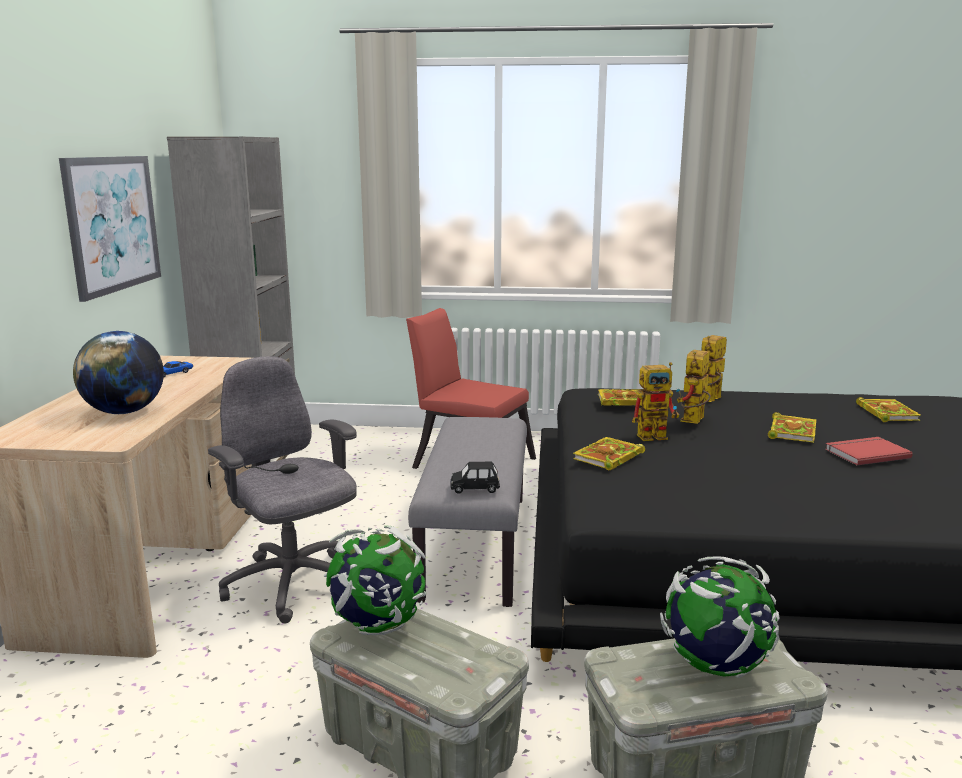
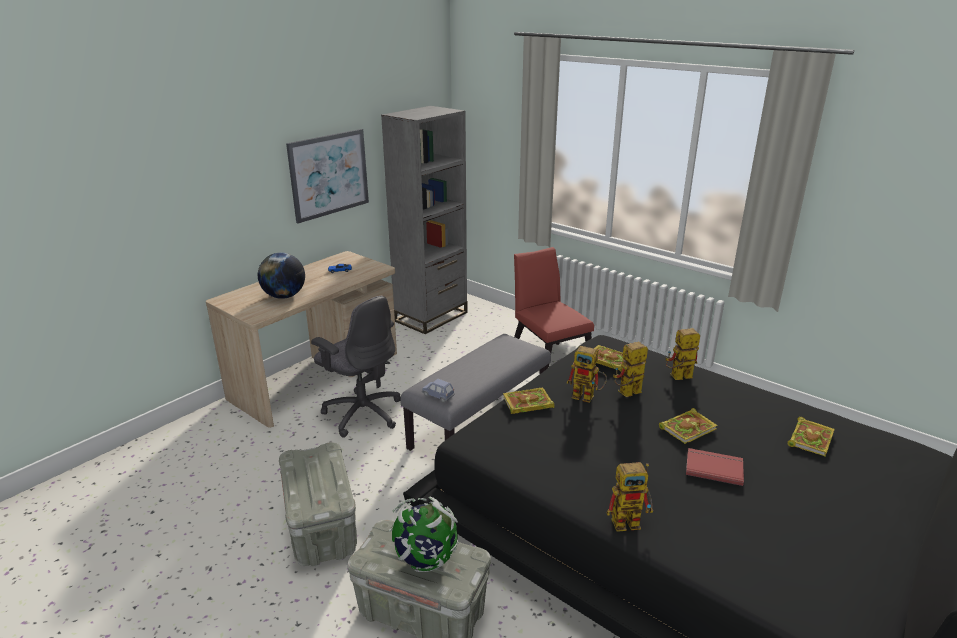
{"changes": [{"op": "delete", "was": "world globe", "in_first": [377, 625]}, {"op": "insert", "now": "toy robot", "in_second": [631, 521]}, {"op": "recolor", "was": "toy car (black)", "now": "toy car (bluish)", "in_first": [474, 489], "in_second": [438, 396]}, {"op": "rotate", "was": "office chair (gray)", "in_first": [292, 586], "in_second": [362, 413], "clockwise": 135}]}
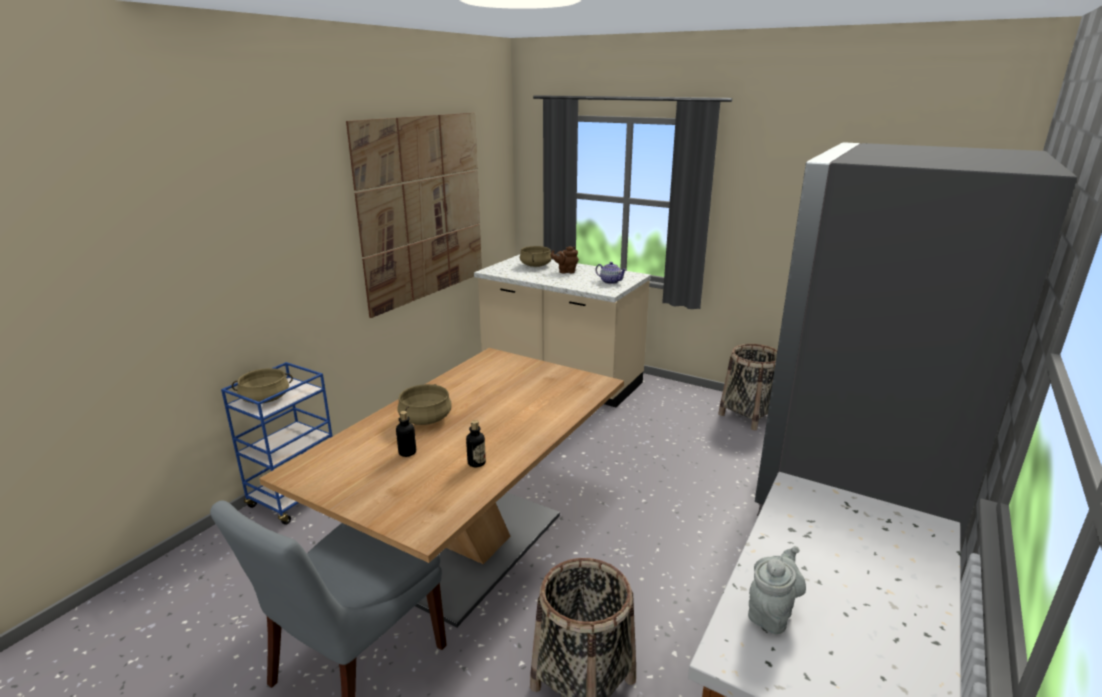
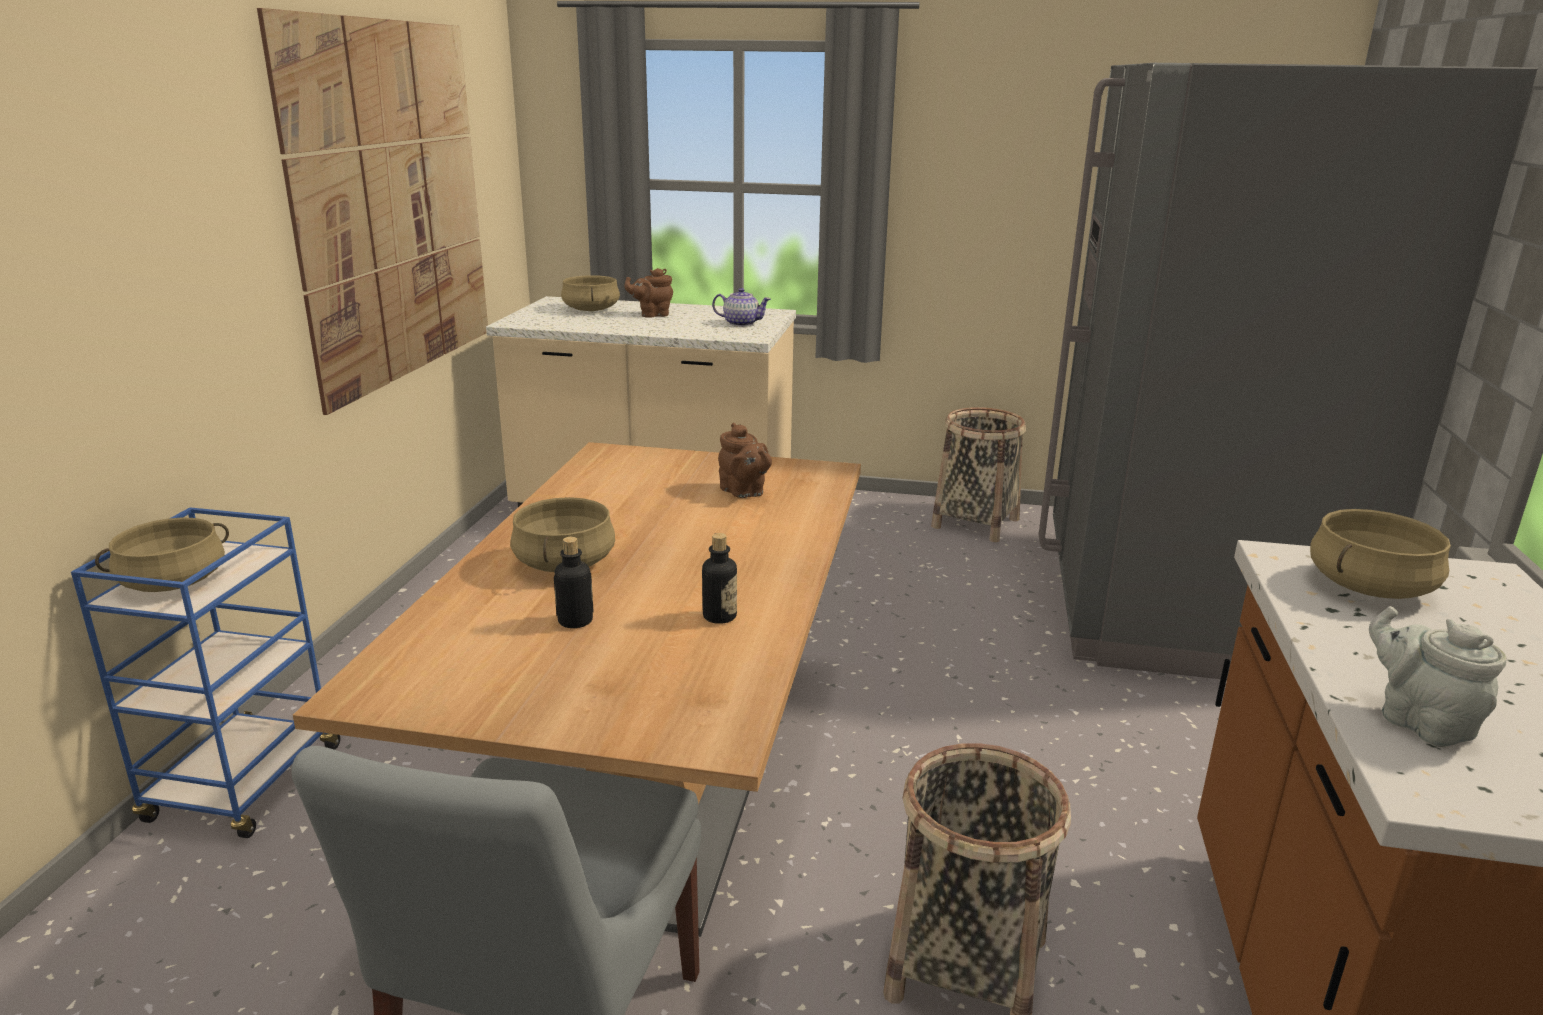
{"changes": [{"op": "insert", "now": "pot for tea (brown-coloured)", "in_second": [744, 492]}, {"op": "insert", "now": "cooking pot (beige)", "in_second": [1368, 586]}, {"op": "rotate", "was": "pot for tea (gray)", "in_first": [771, 613], "in_second": [1419, 722], "clockwise": -45}]}
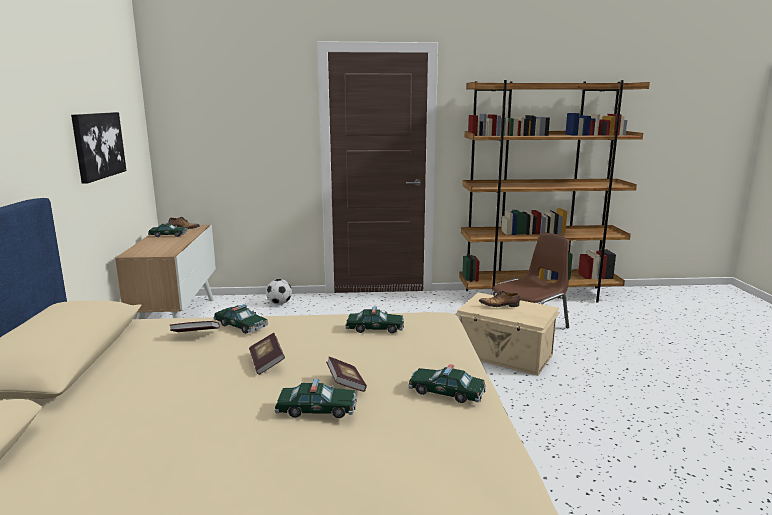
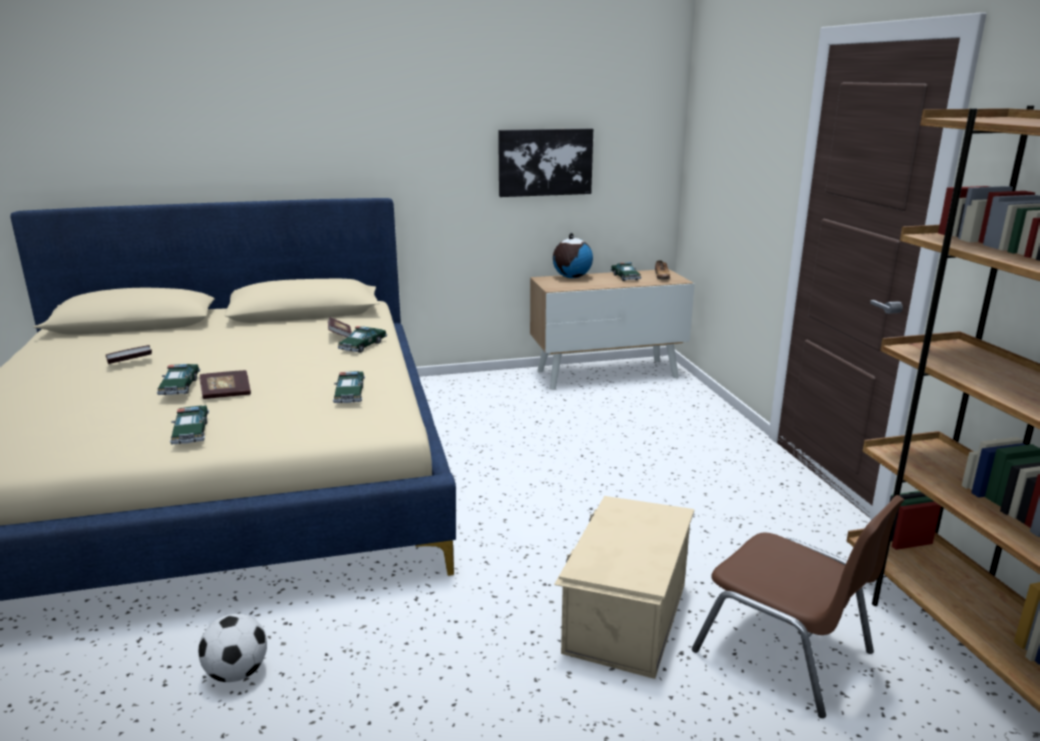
{"changes": [{"op": "delete", "was": "low shoe", "in_first": [500, 305]}, {"op": "insert", "now": "world globe", "in_second": [571, 277]}, {"op": "move", "was": "book", "in_first": [267, 362], "in_second": [130, 363]}, {"op": "move", "was": "football ball", "in_first": [279, 303], "in_second": [237, 672]}, {"op": "rotate", "was": "toy car", "in_first": [446, 392], "in_second": [191, 432], "clockwise": 150}]}
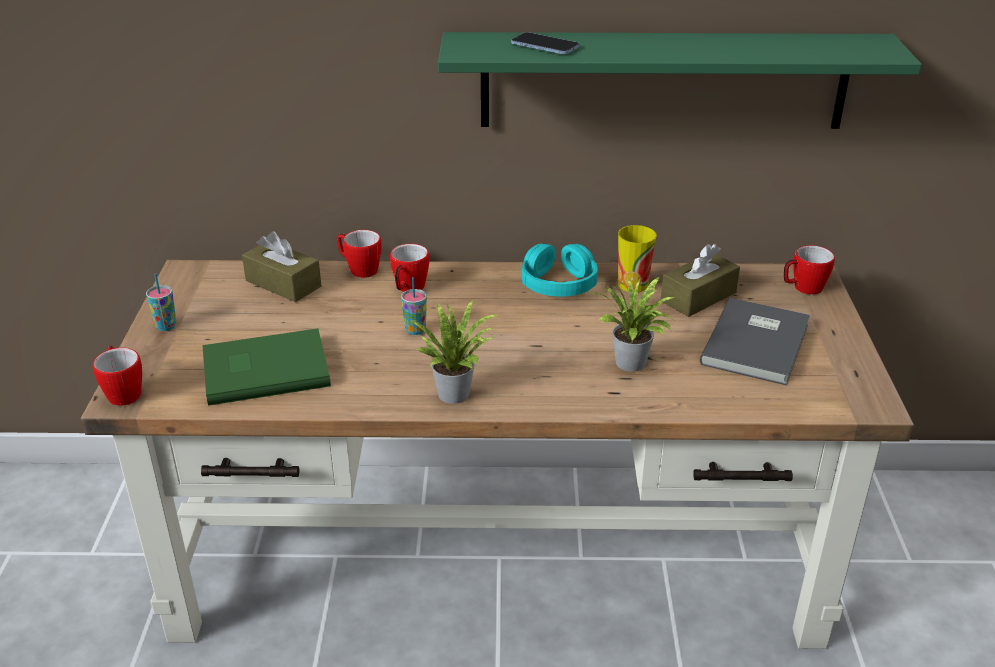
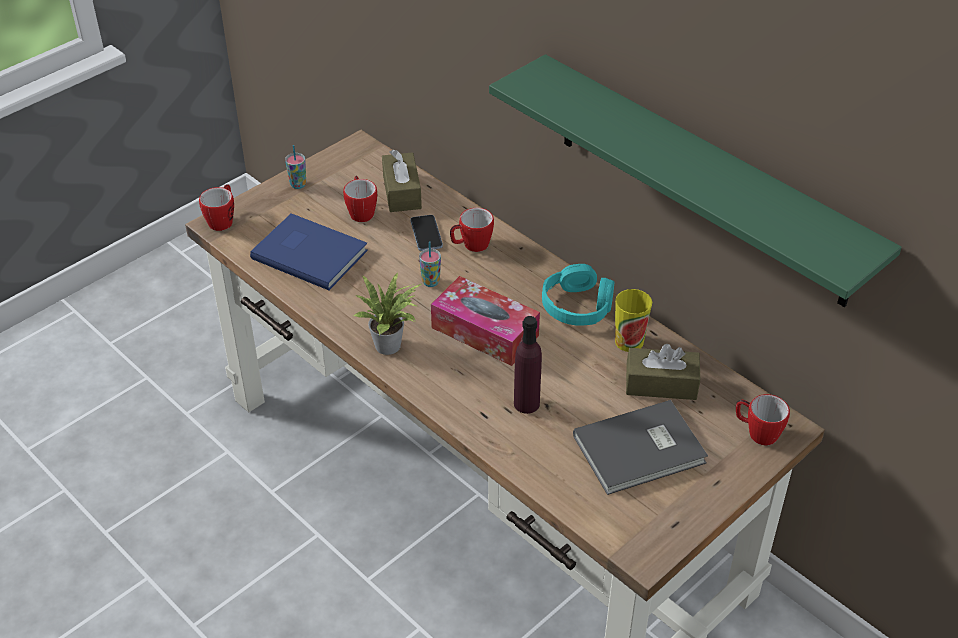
{"changes": [{"op": "insert", "now": "tissue box", "in_second": [485, 332]}, {"op": "move", "was": "mug", "in_first": [359, 269], "in_second": [361, 211]}, {"op": "move", "was": "phone", "in_first": [545, 46], "in_second": [426, 234]}, {"op": "replace", "was": "potted plant", "now": "beverage bottle (purple)", "in_first": [632, 365], "in_second": [526, 403]}, {"op": "recolor", "was": "book (green-coloured)", "now": "book (bluish)", "in_first": [263, 369], "in_second": [310, 252]}]}
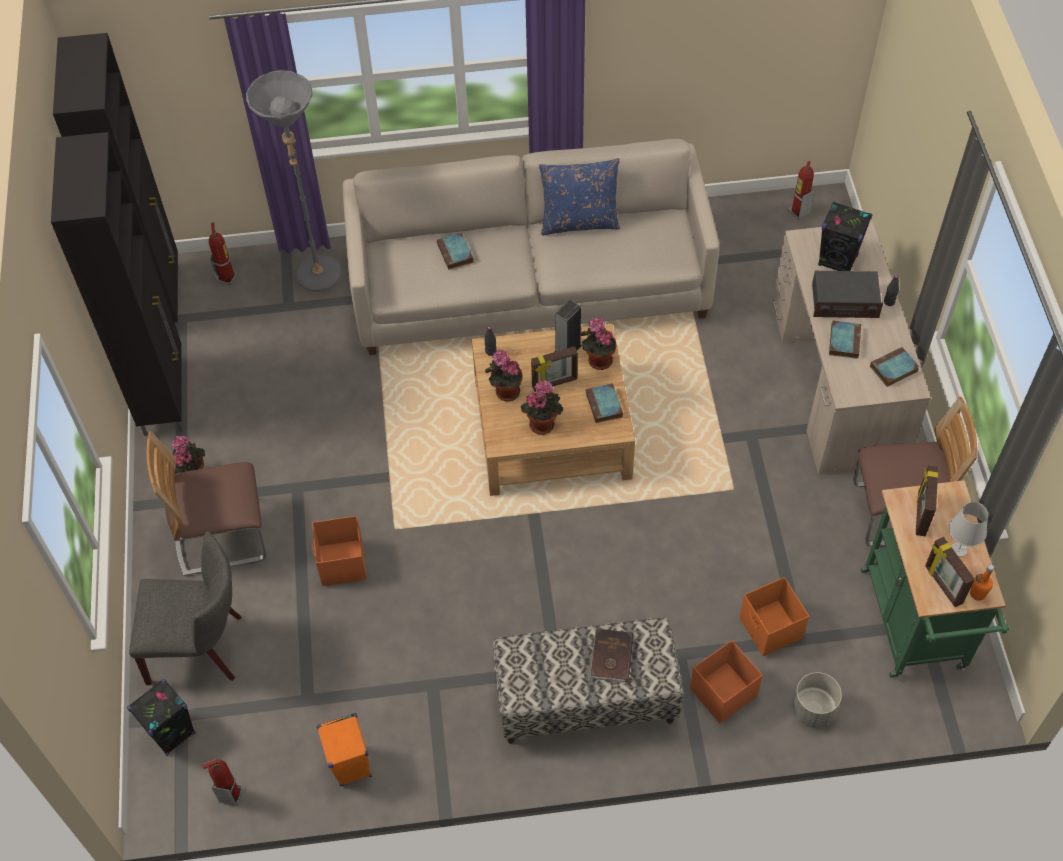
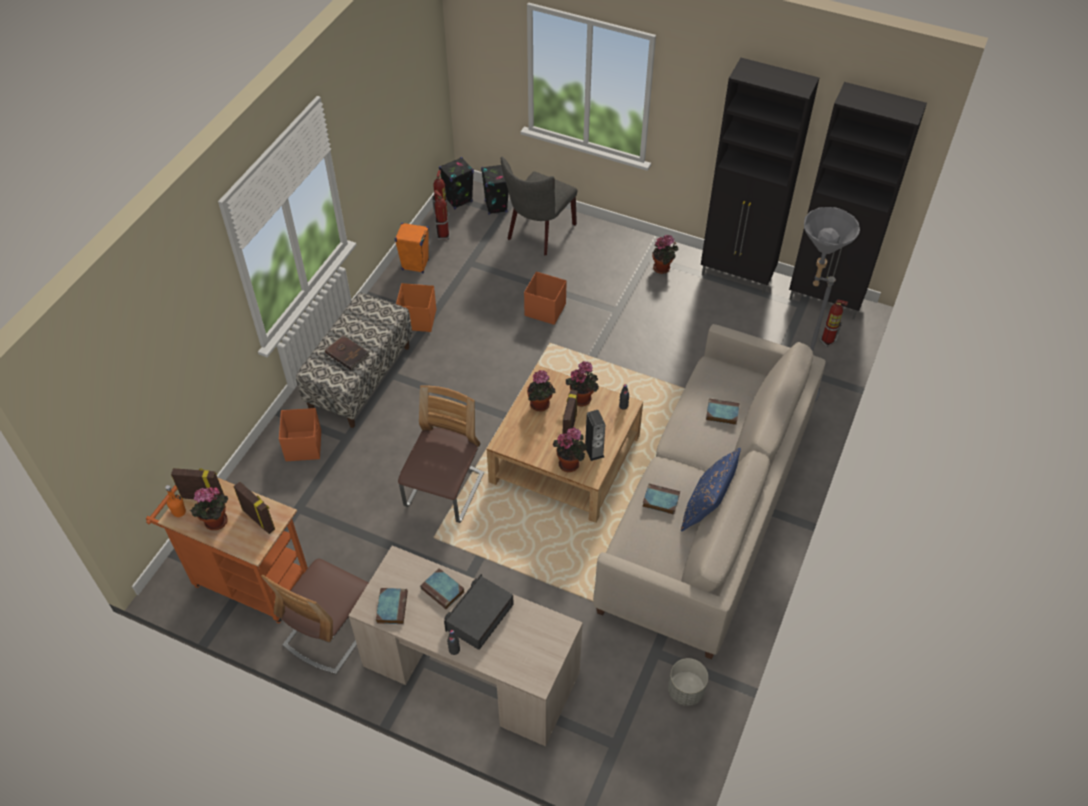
{"changes": [{"op": "move", "was": "upright chair", "in_first": [222, 536], "in_second": [444, 491]}, {"op": "move", "was": "book", "in_first": [604, 406], "in_second": [660, 500]}, {"op": "move", "was": "storage bin (orange)", "in_first": [770, 629], "in_second": [417, 319]}, {"op": "move", "was": "fire-fighting cylinder", "in_first": [798, 212], "in_second": [443, 235]}, {"op": "move", "was": "flower pot (gray)", "in_first": [813, 709], "in_second": [686, 691]}, {"op": "move", "was": "speaker (black)", "in_first": [838, 261], "in_second": [458, 200]}, {"op": "replace", "was": "table lamp (white-coloured)", "now": "potted plant", "in_first": [959, 550], "in_second": [215, 523]}, {"op": "recolor", "was": "wheeled cart (green-coloured)", "now": "wheeled cart (orange)", "in_first": [915, 627], "in_second": [246, 579]}]}
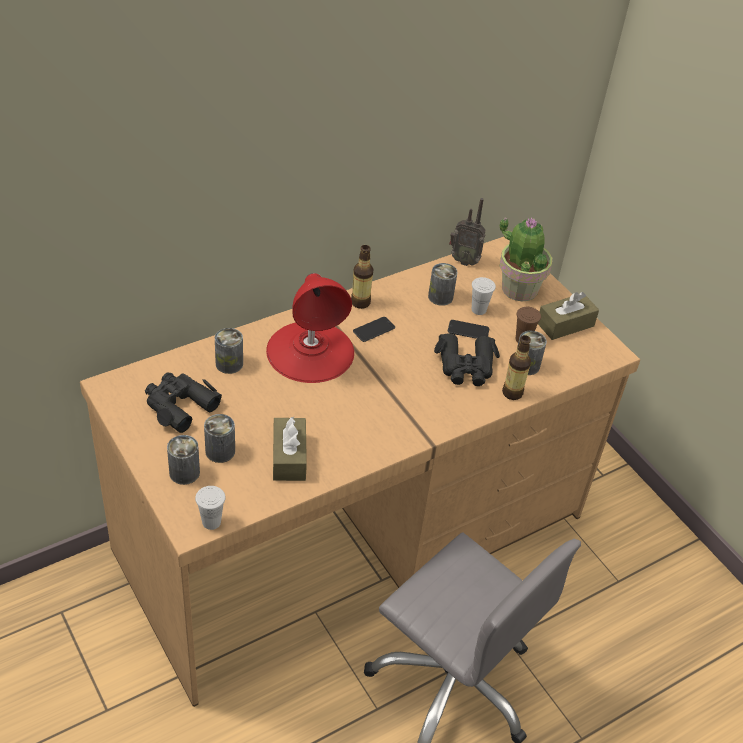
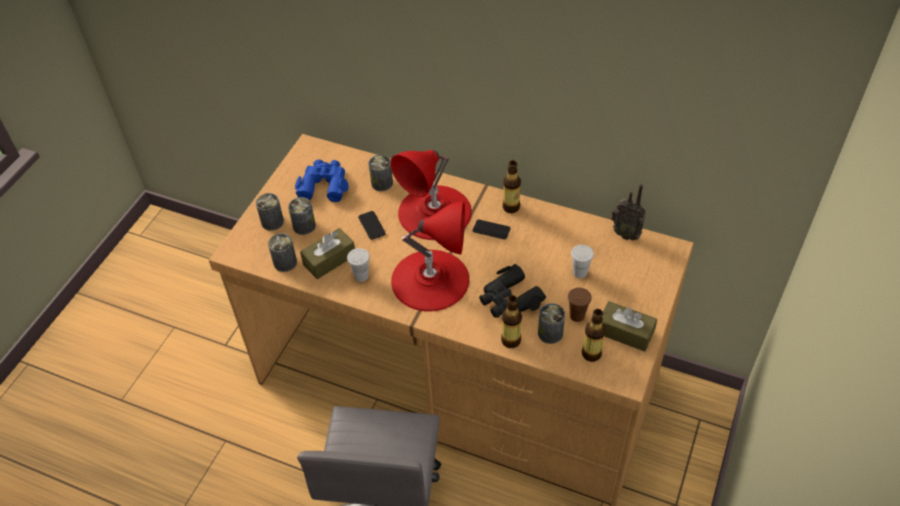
{"changes": [{"op": "delete", "was": "potted plant", "in_first": [519, 288]}, {"op": "insert", "now": "table lamp (reddish)", "in_second": [430, 279]}, {"op": "insert", "now": "beverage bottle", "in_second": [591, 354]}, {"op": "move", "was": "small cup (white-coloured)", "in_first": [211, 522], "in_second": [361, 276]}, {"op": "move", "was": "metal can", "in_first": [440, 297], "in_second": [285, 262]}, {"op": "move", "was": "phone", "in_first": [468, 330], "in_second": [371, 225]}, {"op": "recolor", "was": "pair of binoculars (black)", "now": "pair of binoculars (bluish)", "in_first": [179, 405], "in_second": [324, 185]}, {"op": "rotate", "was": "radio", "in_first": [464, 260], "in_second": [625, 234], "clockwise": -45}]}
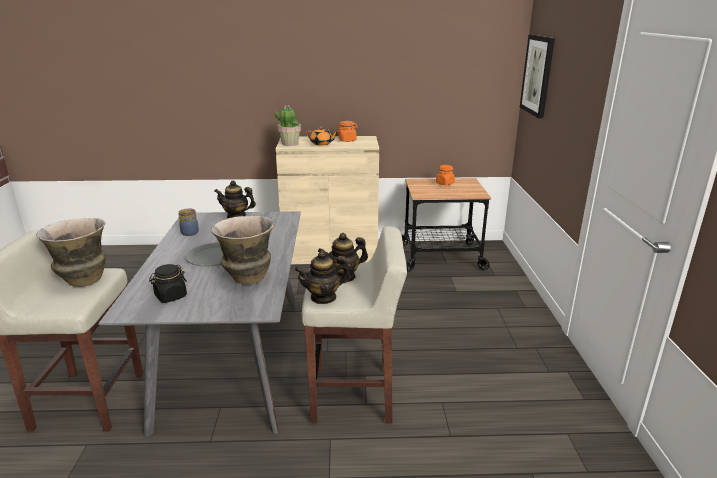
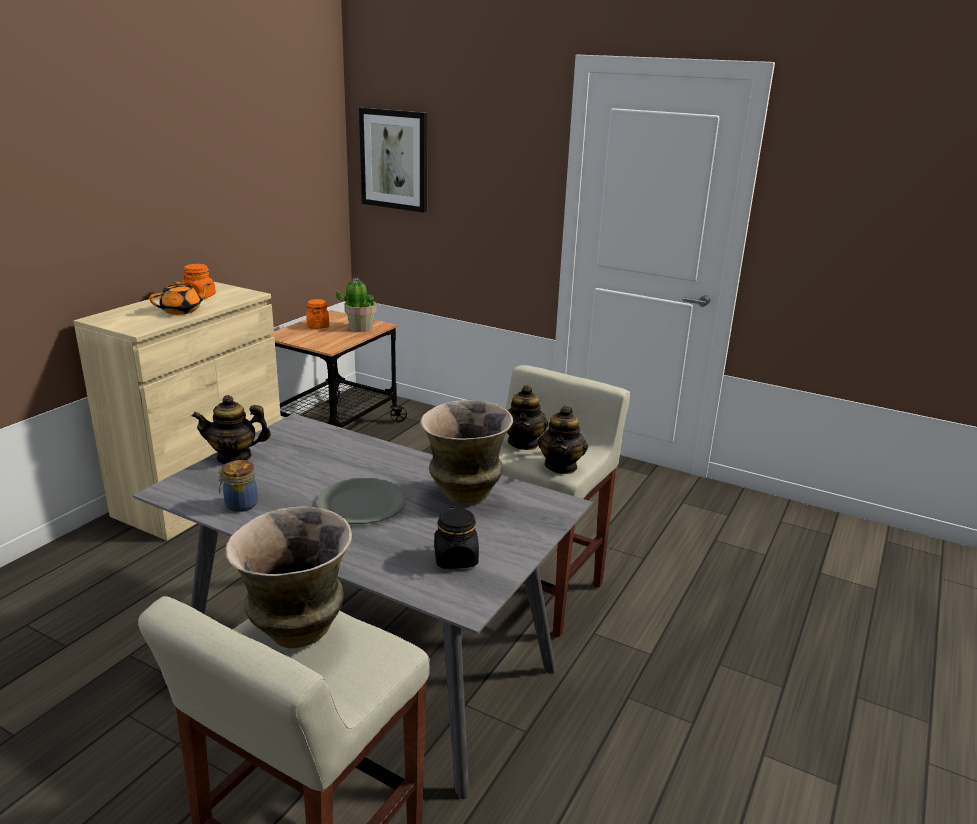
{"changes": [{"op": "move", "was": "potted plant", "in_first": [290, 143], "in_second": [360, 328]}, {"op": "rotate", "was": "pot for tea", "in_first": [236, 216], "in_second": [234, 457], "clockwise": 45}]}
